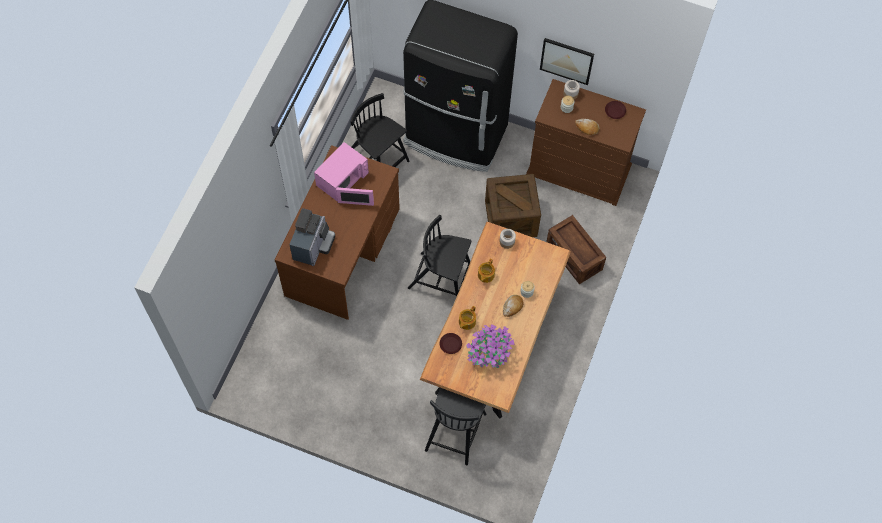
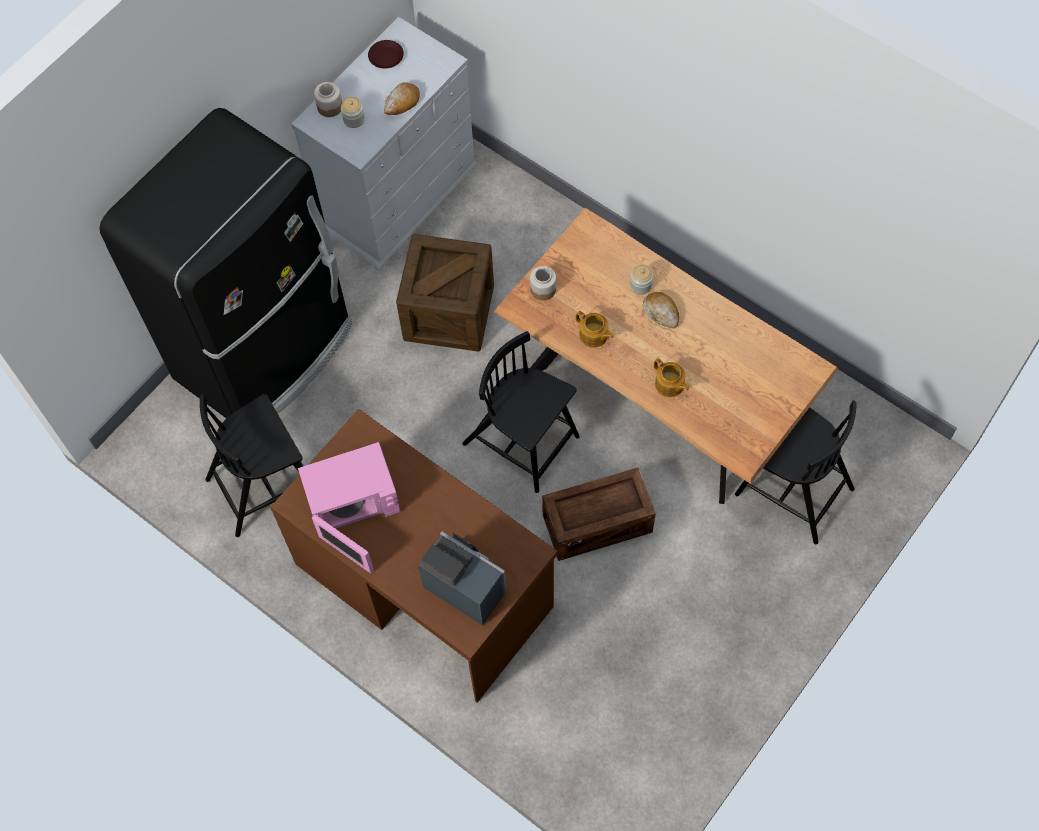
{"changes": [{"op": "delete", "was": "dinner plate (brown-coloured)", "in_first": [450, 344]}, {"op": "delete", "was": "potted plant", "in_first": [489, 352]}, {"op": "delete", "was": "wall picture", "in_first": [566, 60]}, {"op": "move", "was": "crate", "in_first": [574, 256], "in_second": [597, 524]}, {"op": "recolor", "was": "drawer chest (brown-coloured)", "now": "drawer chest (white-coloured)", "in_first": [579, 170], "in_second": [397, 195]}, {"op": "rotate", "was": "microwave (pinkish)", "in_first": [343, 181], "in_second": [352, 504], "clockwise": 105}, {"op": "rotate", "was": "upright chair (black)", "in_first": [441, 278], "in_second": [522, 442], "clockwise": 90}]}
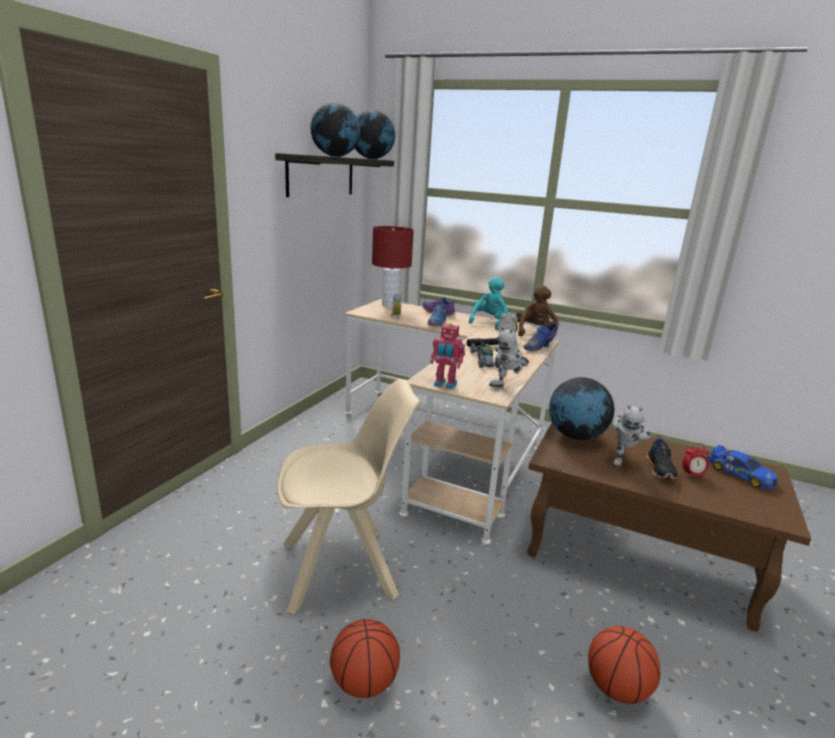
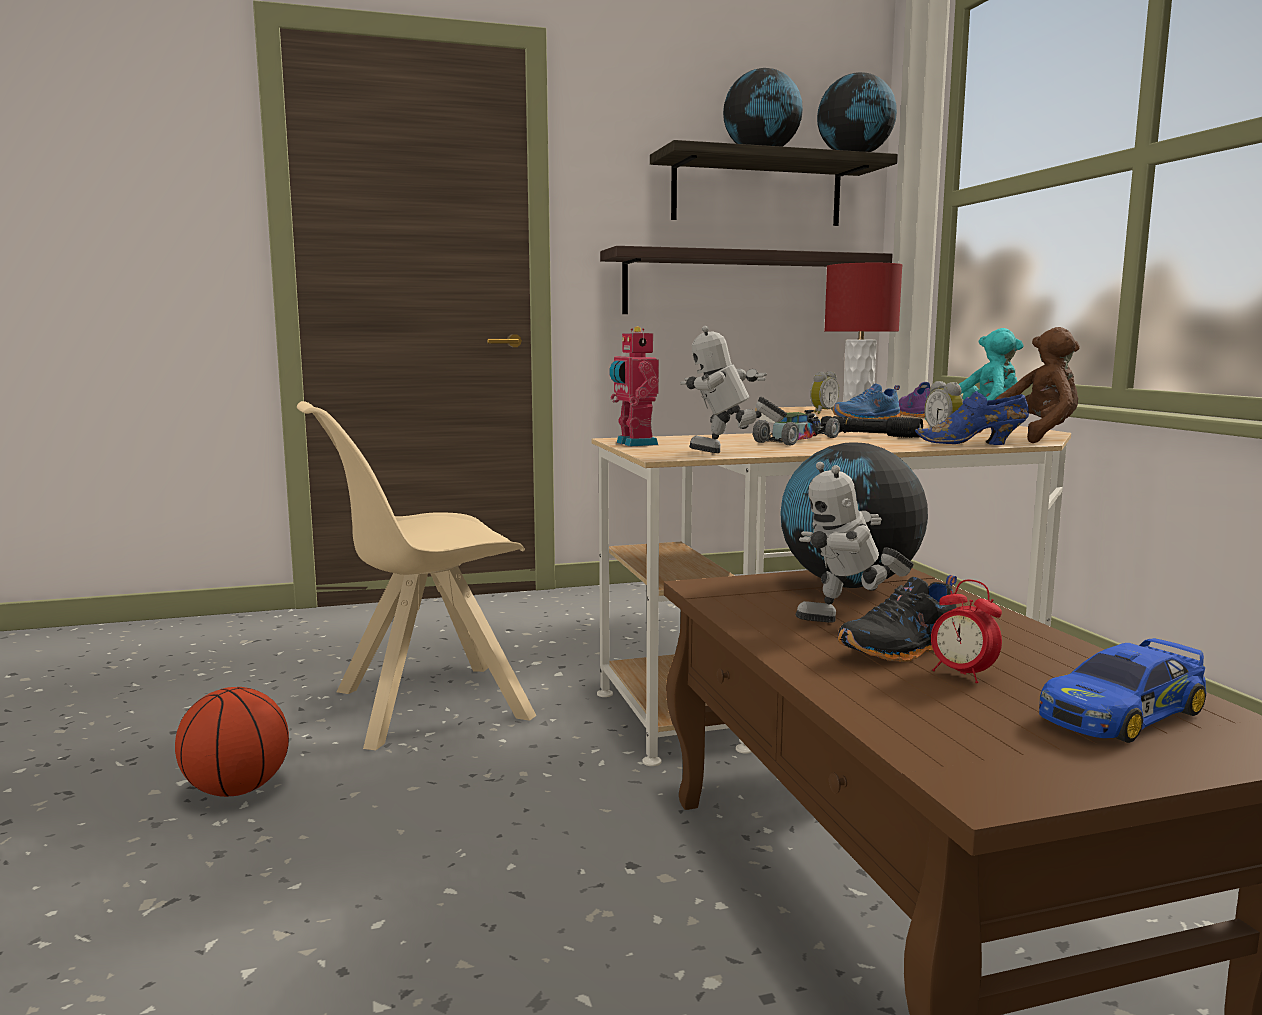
{"changes": [{"op": "delete", "was": "ball for basketball", "in_first": [616, 688]}, {"op": "insert", "now": "shelf", "in_second": [736, 285]}, {"op": "rotate", "was": "upright chair (beige)", "in_first": [342, 569], "in_second": [426, 706], "clockwise": 120}, {"op": "rotate", "was": "toy car", "in_first": [740, 474], "in_second": [1123, 713], "clockwise": 45}]}
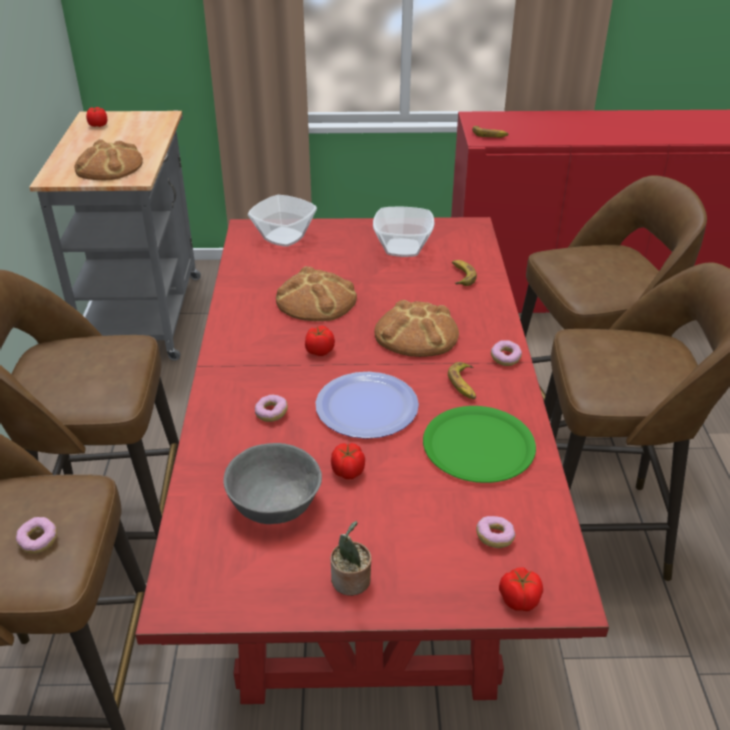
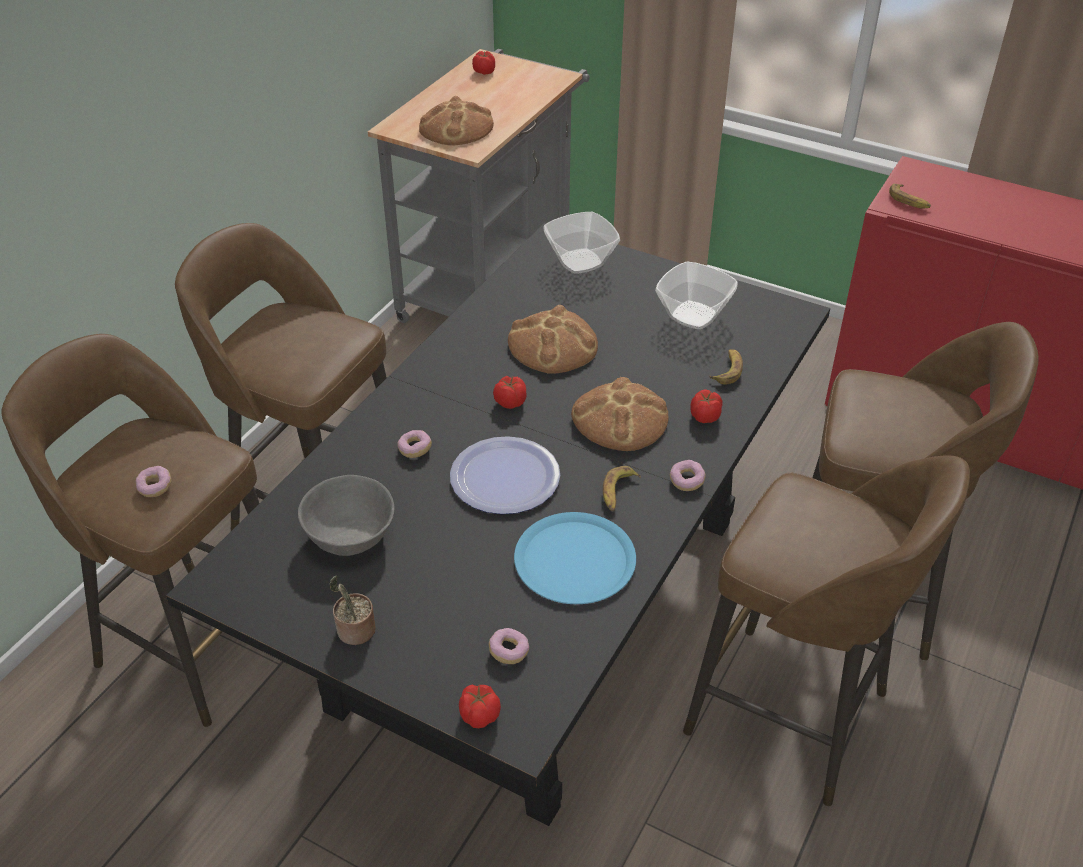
{"changes": [{"op": "move", "was": "tomato", "in_first": [348, 472], "in_second": [704, 417]}, {"op": "recolor", "was": "dining table (reddish)", "now": "dining table (black)", "in_first": [364, 533], "in_second": [542, 608]}, {"op": "recolor", "was": "dinner plate (green-coloured)", "now": "dinner plate (bluish)", "in_first": [478, 445], "in_second": [575, 560]}]}
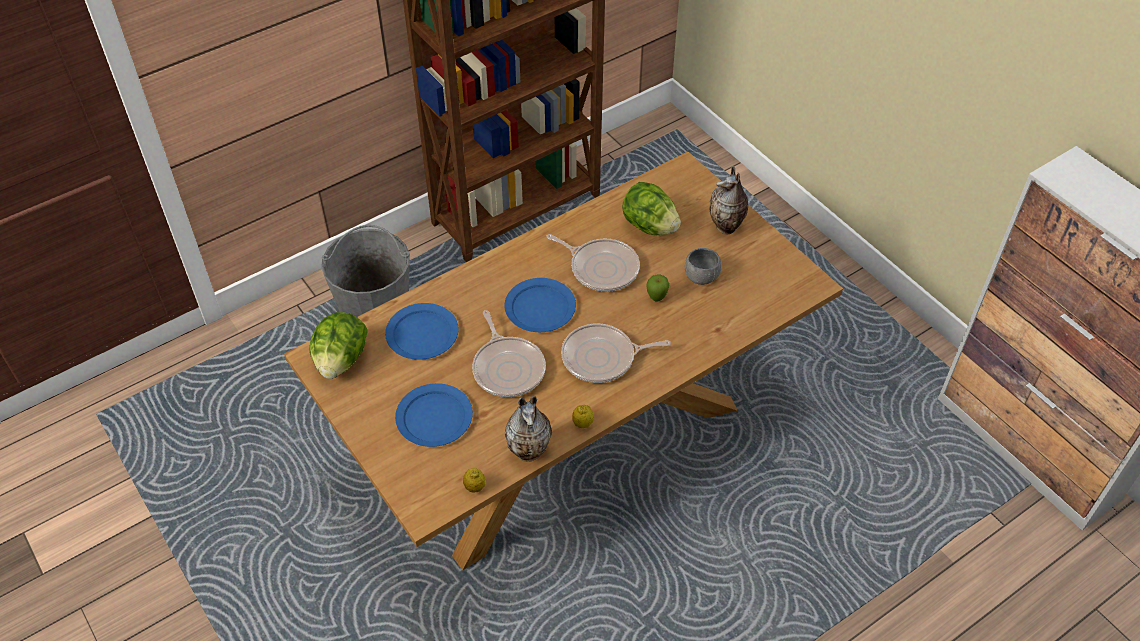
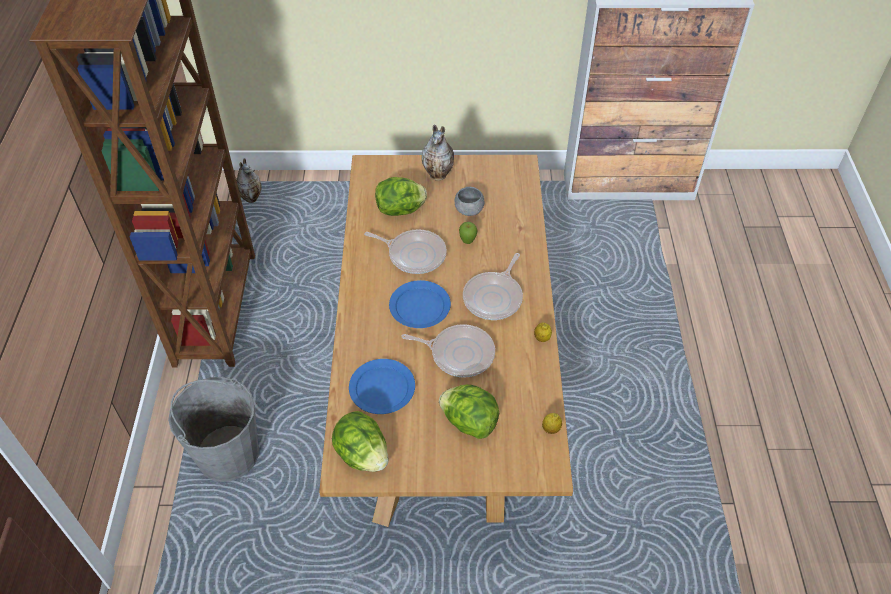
{"changes": [{"op": "move", "was": "vase", "in_first": [530, 451], "in_second": [252, 198]}, {"op": "replace", "was": "dinner plate (bluish)", "now": "head of lettuce", "in_first": [434, 418], "in_second": [469, 422]}, {"op": "rotate", "was": "skillet", "in_first": [601, 268], "in_second": [414, 254], "clockwise": 45}]}
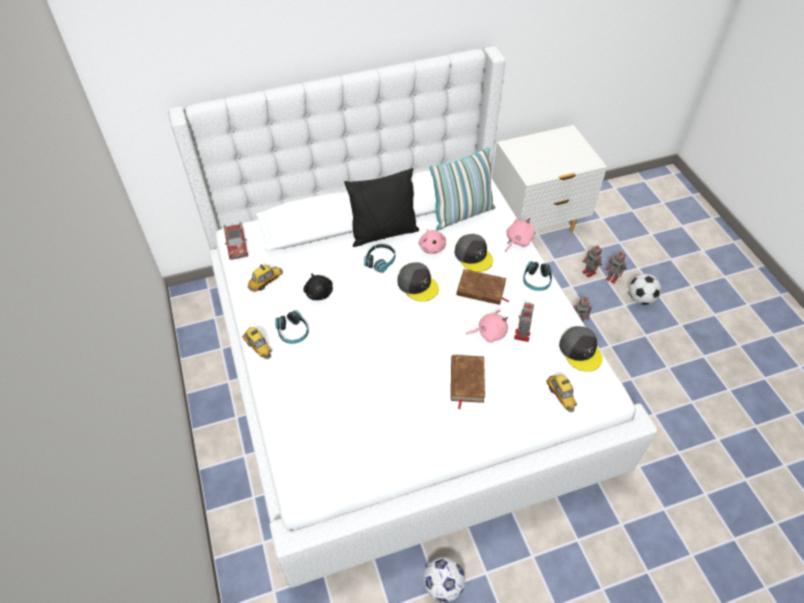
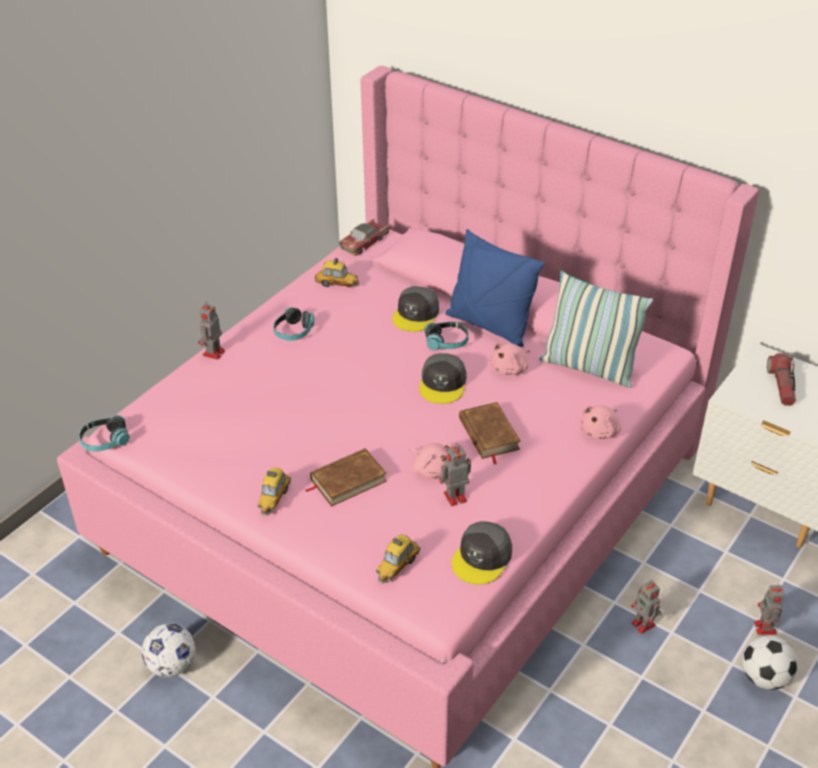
{"changes": [{"op": "delete", "was": "plush toy (black)", "in_first": [319, 292]}, {"op": "insert", "now": "torch", "in_second": [781, 385]}, {"op": "move", "was": "toy car", "in_first": [258, 347], "in_second": [274, 499]}, {"op": "move", "was": "cap (gray)", "in_first": [473, 256], "in_second": [416, 314]}, {"op": "move", "was": "headphones", "in_first": [536, 280], "in_second": [105, 441]}, {"op": "move", "was": "toy robot", "in_first": [589, 273], "in_second": [213, 354]}, {"op": "recolor", "was": "bed (white-coloured)", "now": "bed (pinkish)", "in_first": [403, 368], "in_second": [411, 494]}, {"op": "recolor", "was": "cushion (black)", "now": "cushion (bluish)", "in_first": [383, 233], "in_second": [489, 325]}, {"op": "rotate", "was": "plush toy (pinkish)", "in_first": [517, 241], "in_second": [600, 431], "clockwise": 120}]}
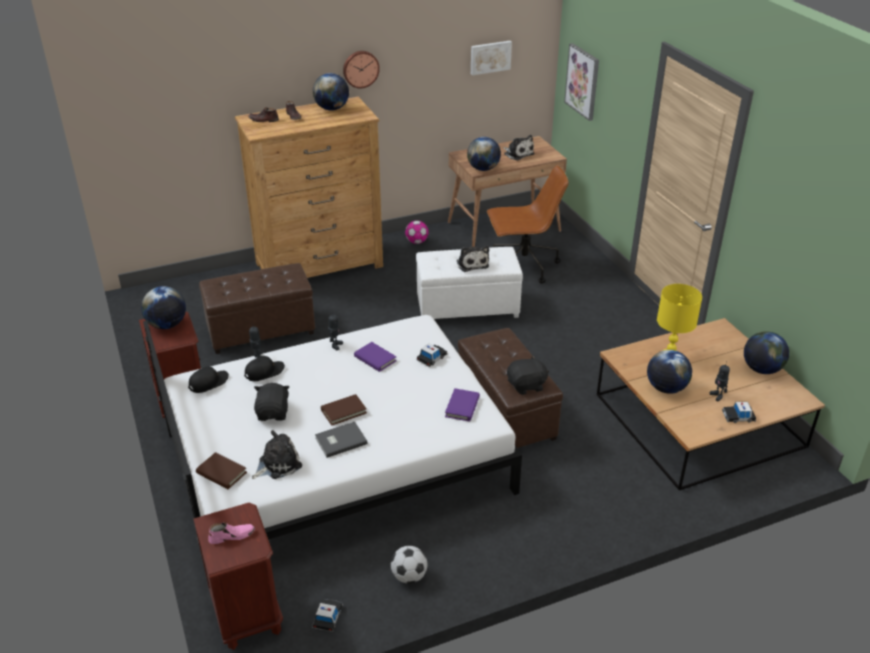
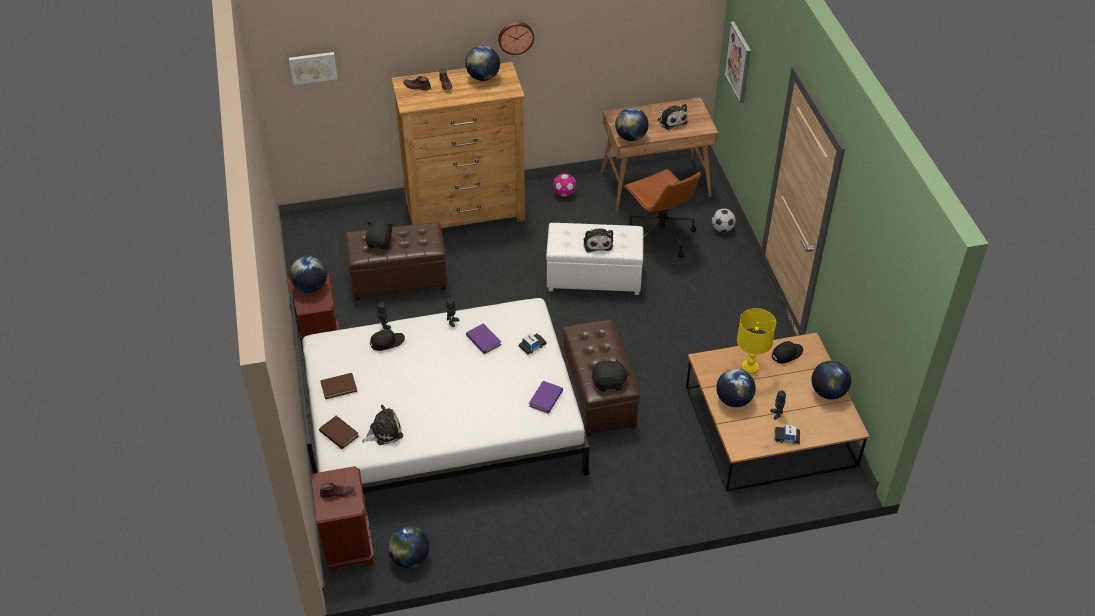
{"changes": [{"op": "delete", "was": "book (gray)", "in_first": [340, 440]}, {"op": "move", "was": "cap (black)", "in_first": [208, 382], "in_second": [787, 354]}, {"op": "move", "was": "plush toy (black)", "in_first": [273, 413], "in_second": [380, 242]}, {"op": "move", "was": "book (brown-coloured)", "in_first": [343, 411], "in_second": [339, 387]}, {"op": "move", "was": "football ball", "in_first": [409, 576], "in_second": [722, 229]}, {"op": "move", "was": "wall picture", "in_first": [490, 57], "in_second": [313, 67]}, {"op": "replace", "was": "toy car", "now": "world globe", "in_first": [327, 617], "in_second": [409, 558]}, {"op": "recolor", "was": "low shoe (pinkish)", "now": "low shoe (brown-coloured)", "in_first": [232, 536], "in_second": [337, 493]}, {"op": "rotate", "was": "office chair (brown-coloured)", "in_first": [523, 266], "in_second": [660, 236], "clockwise": 60}]}
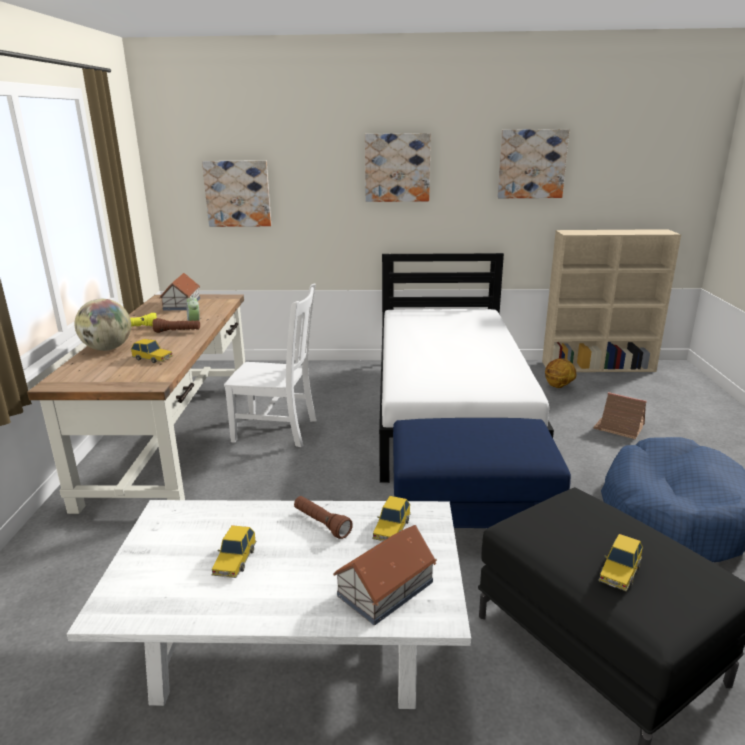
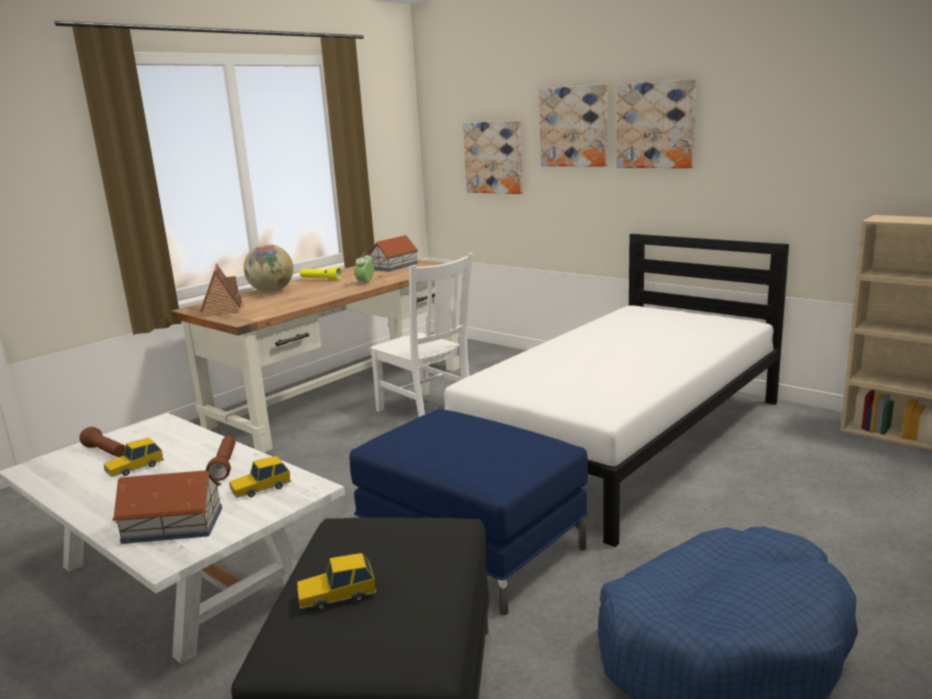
{"changes": [{"op": "delete", "was": "toy car", "in_first": [153, 358]}, {"op": "delete", "was": "ball for basketball", "in_first": [558, 386]}, {"op": "move", "was": "torch (brown-coloured)", "in_first": [177, 332], "in_second": [106, 452]}, {"op": "move", "was": "wall picture", "in_first": [531, 164], "in_second": [574, 126]}, {"op": "move", "was": "toy house", "in_first": [618, 428], "in_second": [222, 308]}]}
